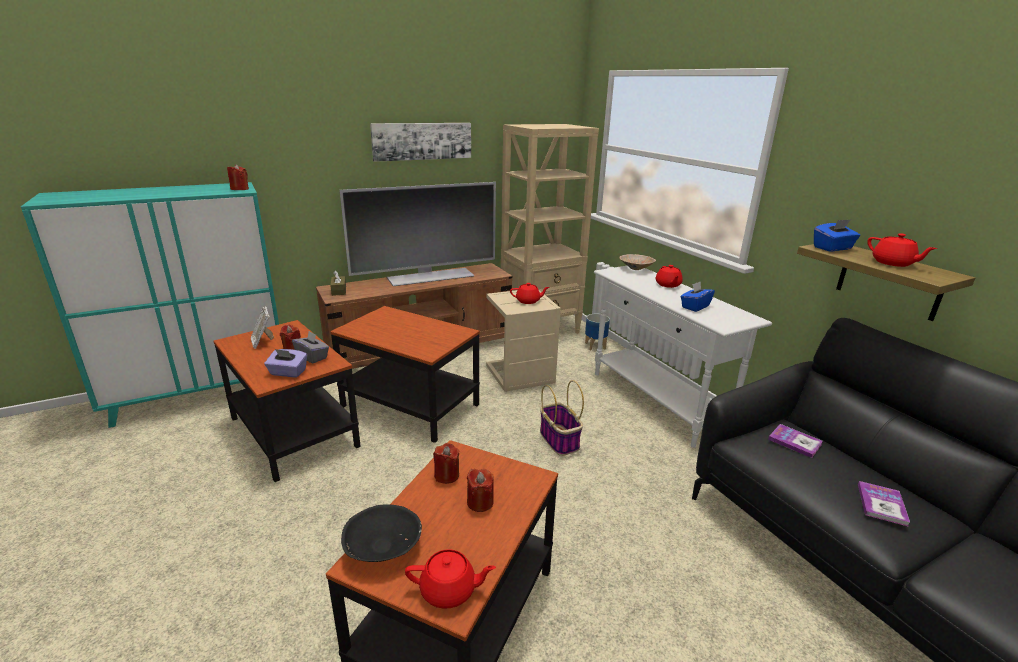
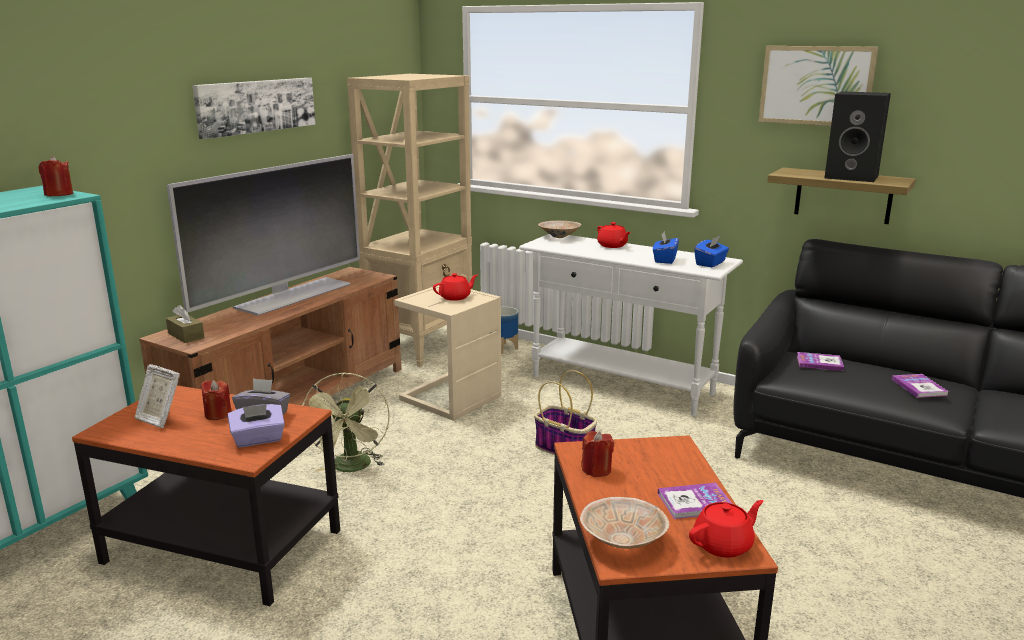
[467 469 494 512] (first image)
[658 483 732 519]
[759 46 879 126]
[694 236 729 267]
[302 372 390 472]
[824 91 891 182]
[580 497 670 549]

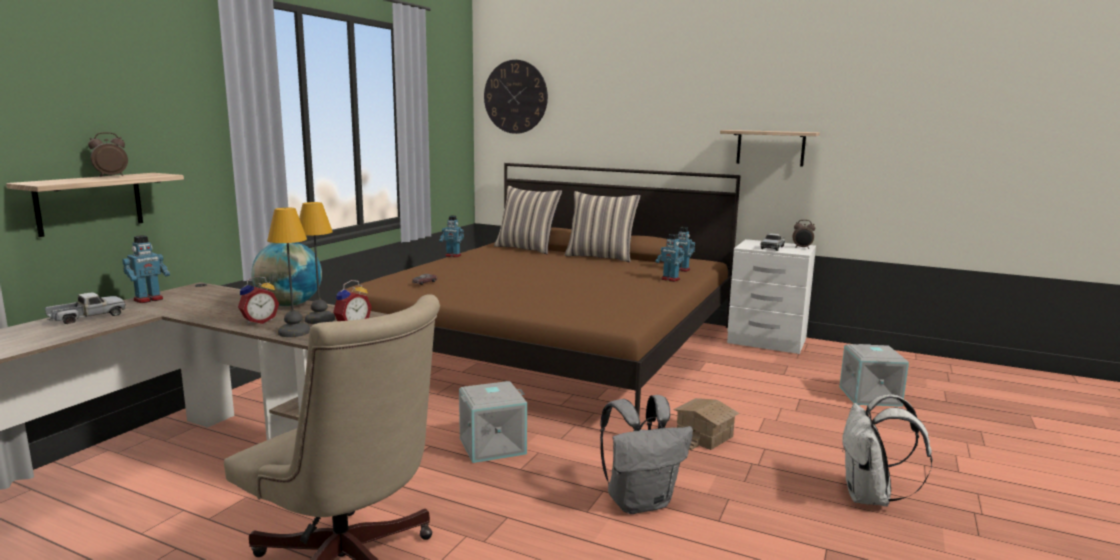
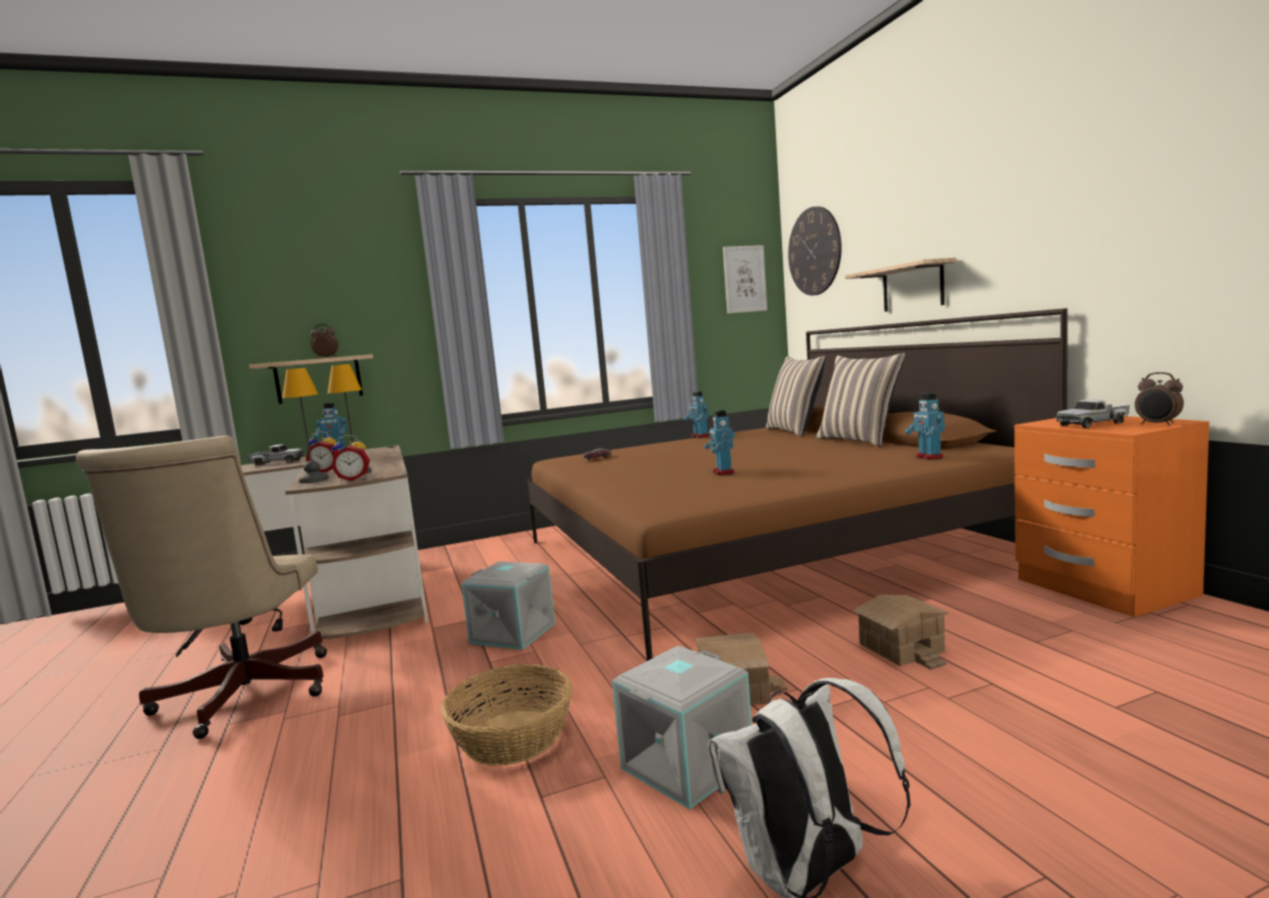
[251 242 322 306] (first image)
[723 245 767 314]
[852 595 949 670]
[704 410 735 475]
[845 258 957 312]
[612 646 752 810]
[441 664 572 766]
[1014 416 1209 617]

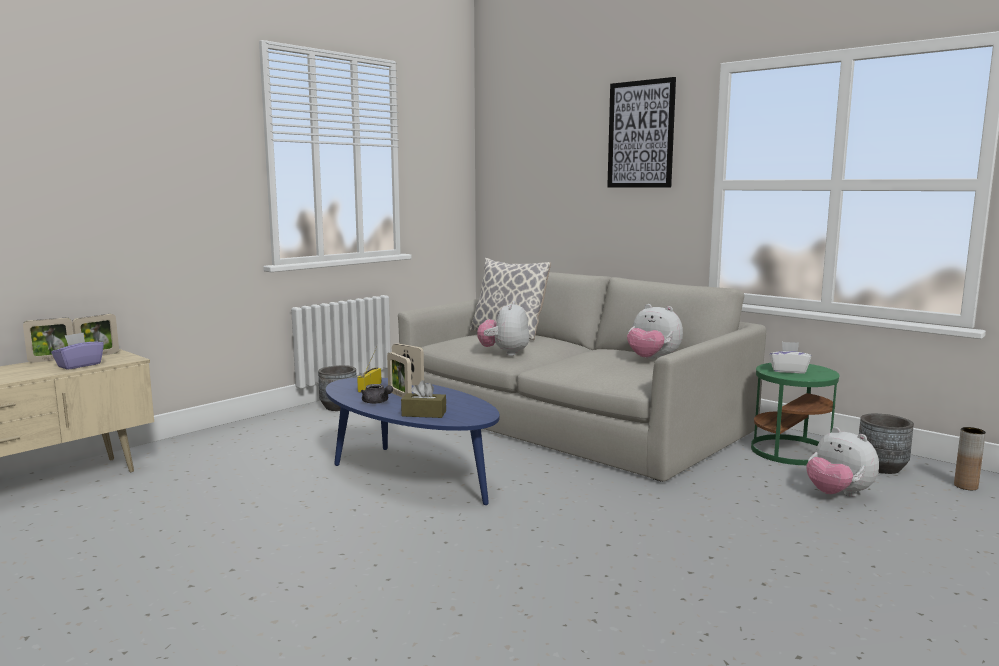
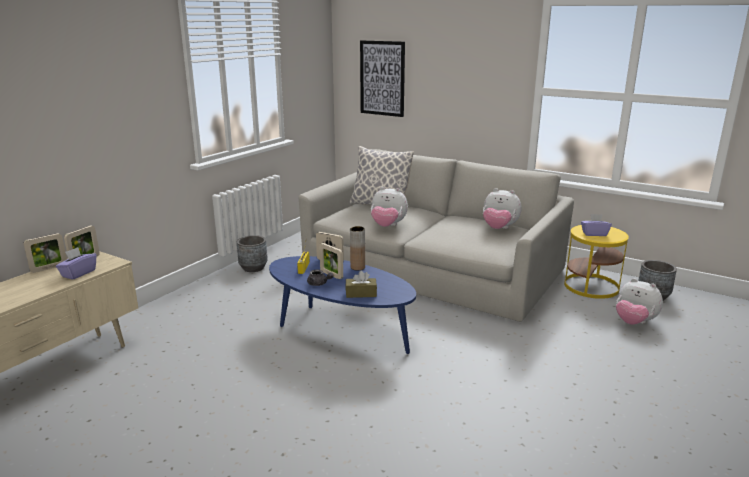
[360 40 405 117]
[350 226 365 270]
[564 225 629 299]
[581 214 612 236]
[371 187 408 227]

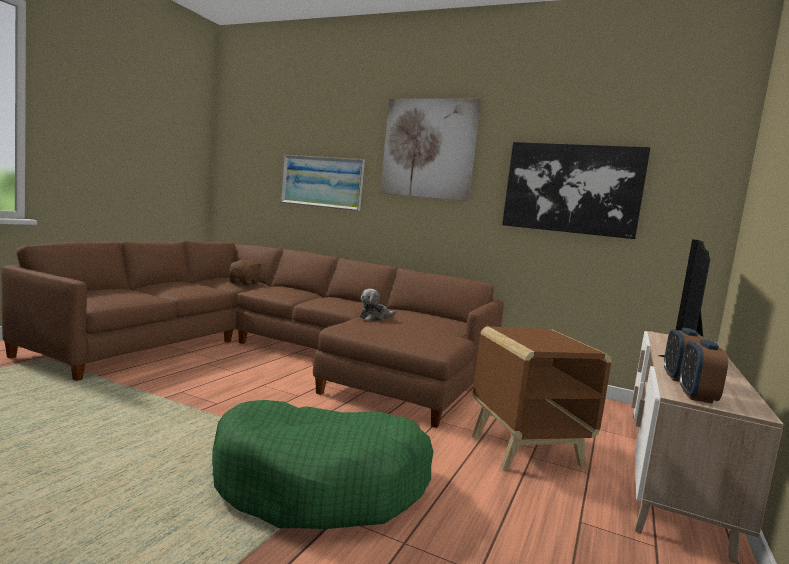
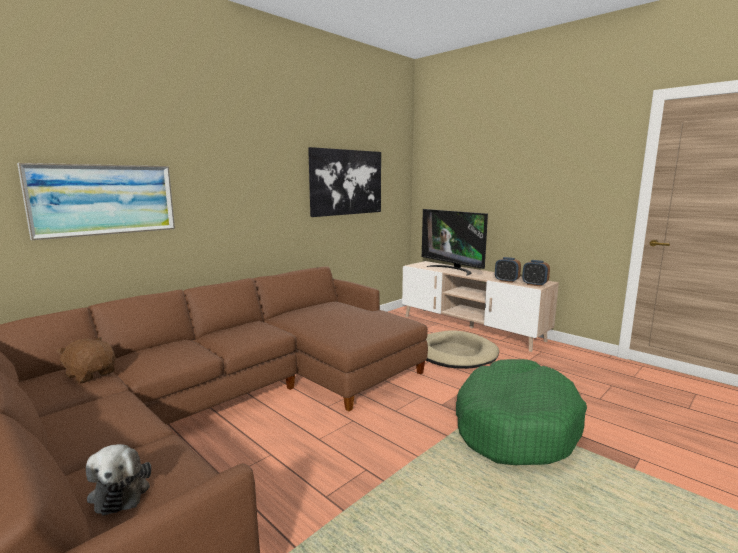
[380 99 481 201] (first image)
[86 444 151 515]
[426 330 499 369]

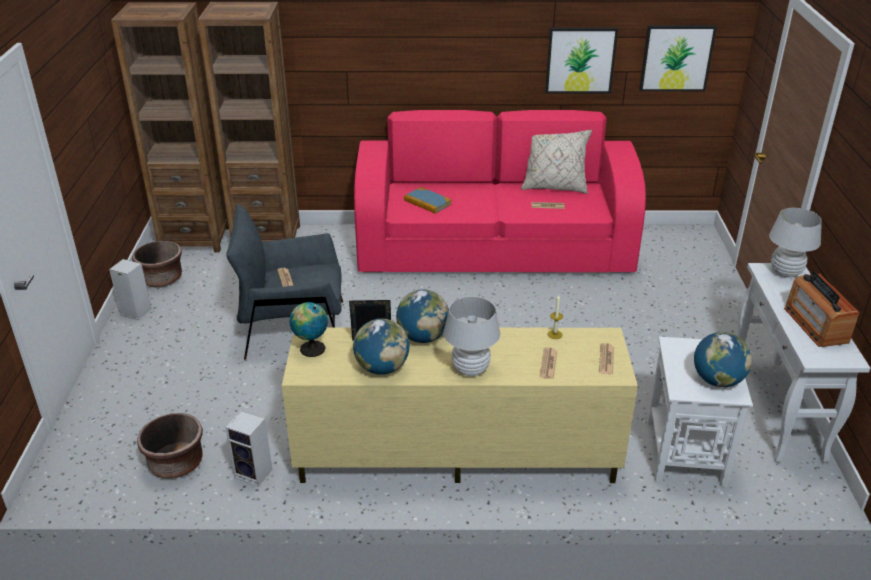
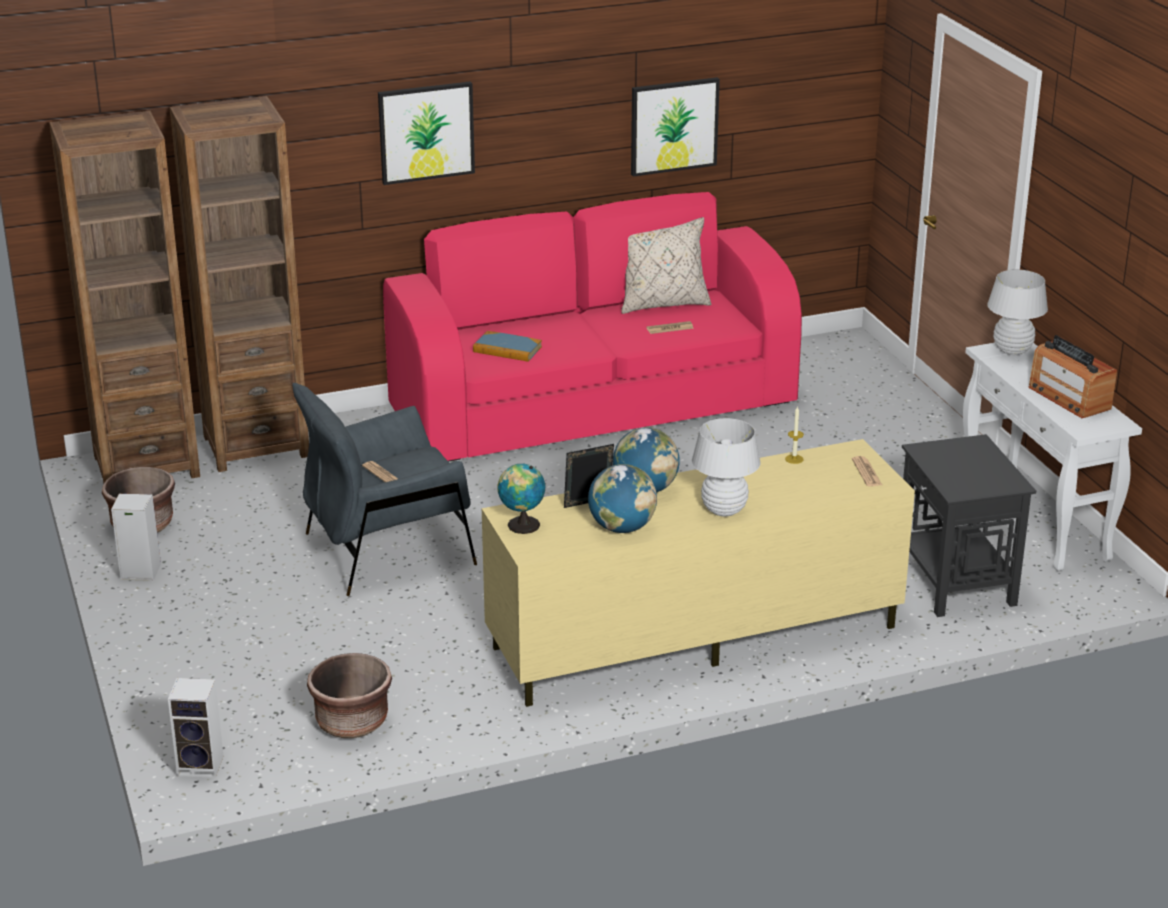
[540 347 557 379] (first image)
[694 332 752 387] (first image)
[168 678 223 778]
[378 81 475 185]
[902 434 1036 617]

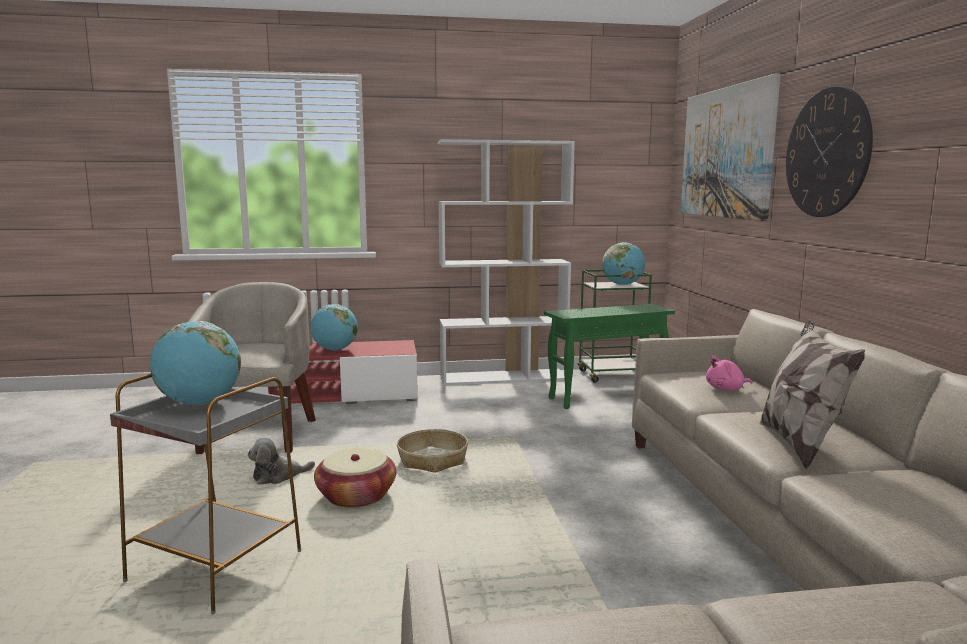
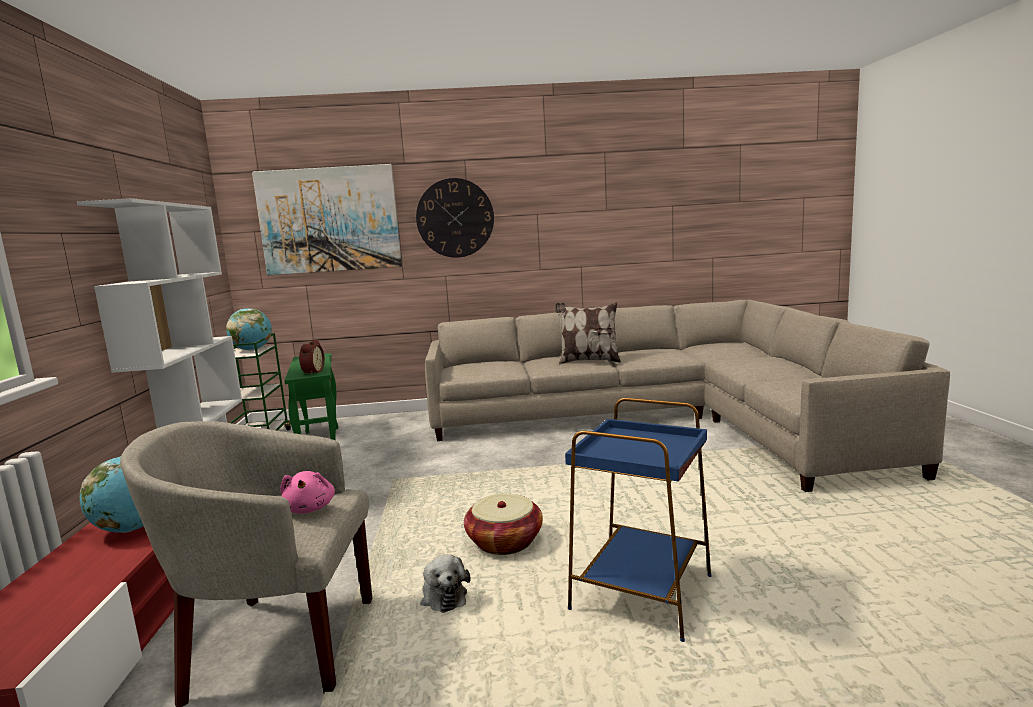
[150 321 241 405] (first image)
[397 429 468 473] (first image)
[299 340 325 375]
[280 471 335 514]
[565 398 712 642]

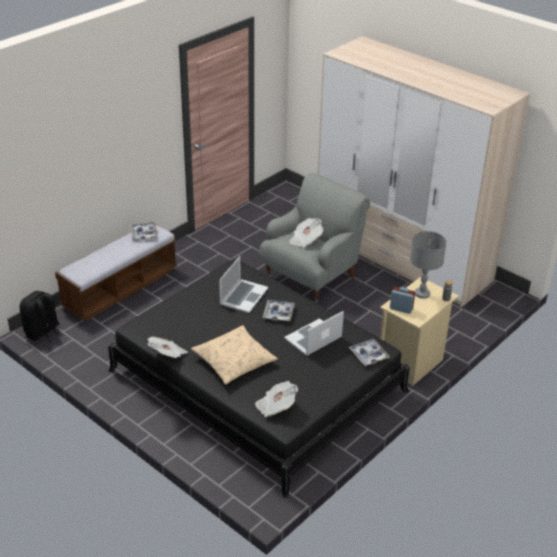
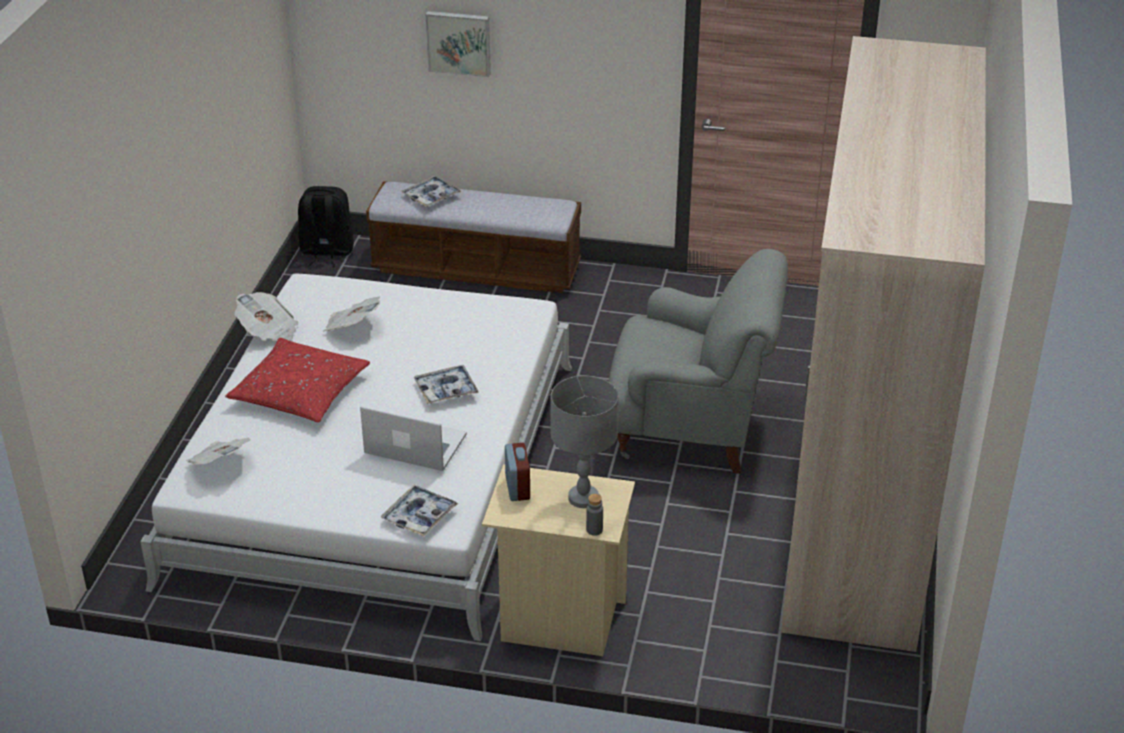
[219 256 268 313] (first image)
[426 11 491 77]
[401 176 462 207]
[323 296 381 332]
[140 274 572 641]
[225 338 370 422]

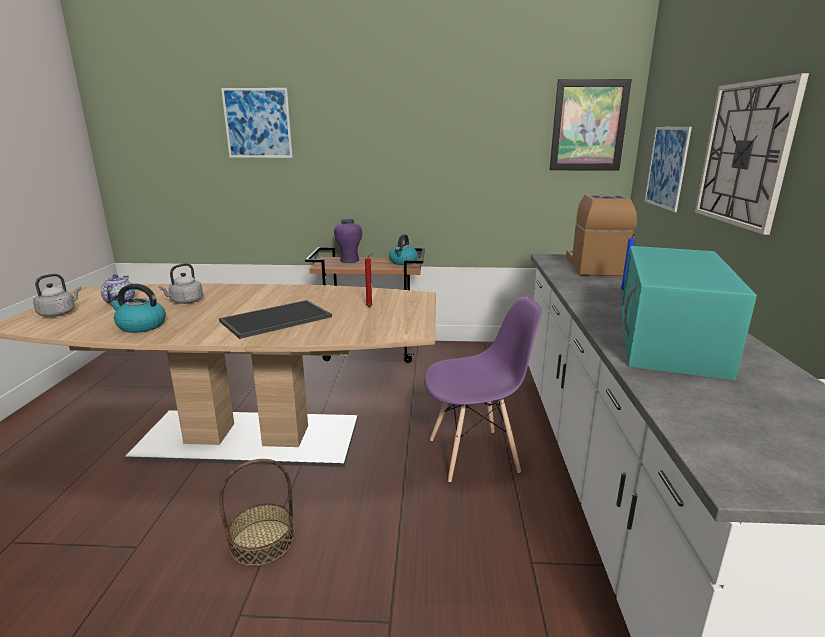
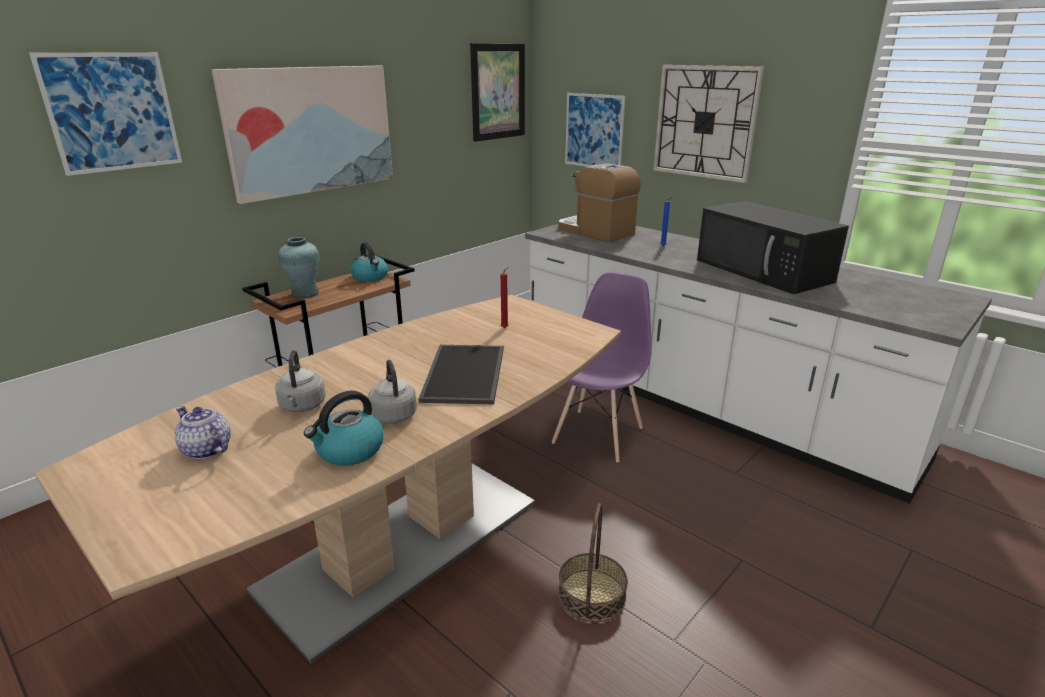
[212 66 393 204]
[368 360 417 424]
[278 237 320 298]
[697 201 849 294]

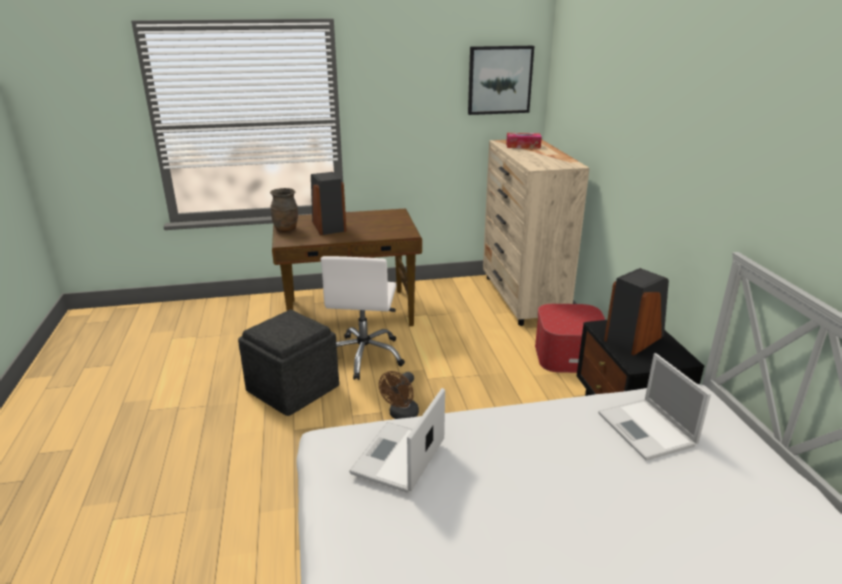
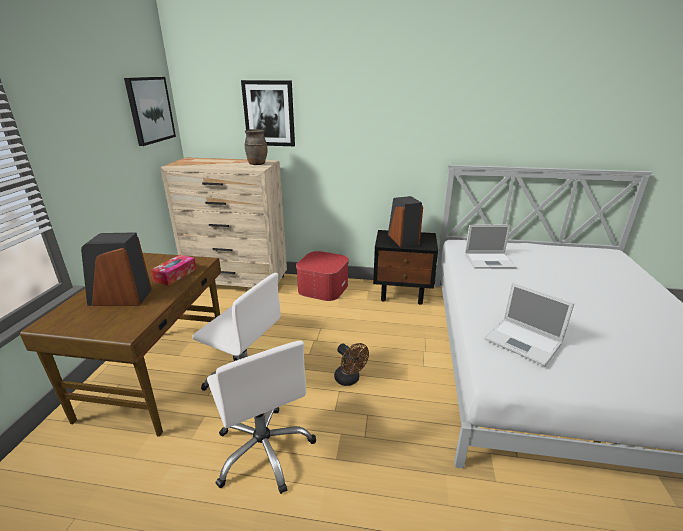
[241 80 295 146]
[244 129 268 165]
[151 255 197 286]
[207 340 316 494]

